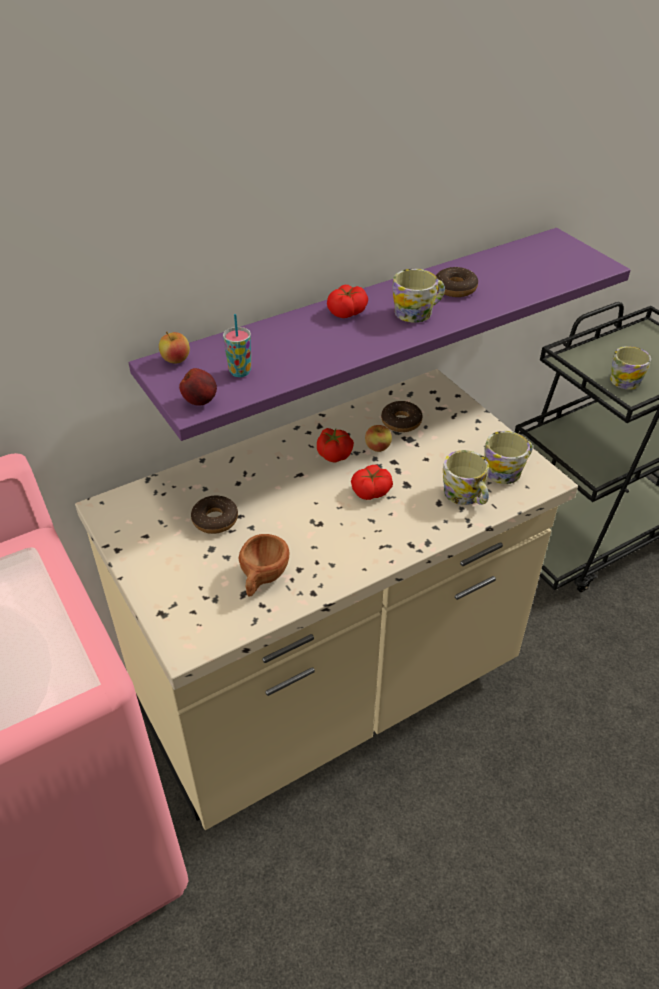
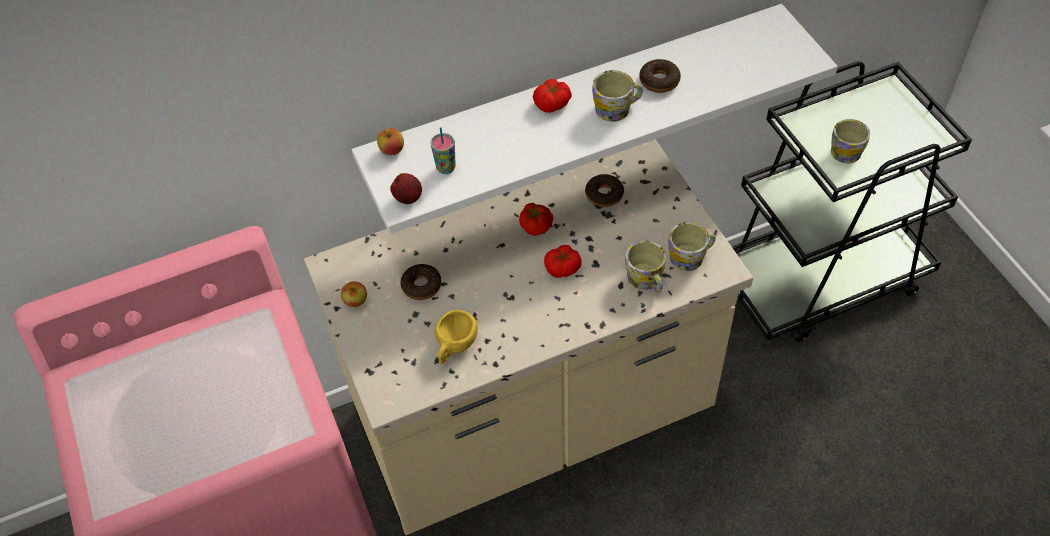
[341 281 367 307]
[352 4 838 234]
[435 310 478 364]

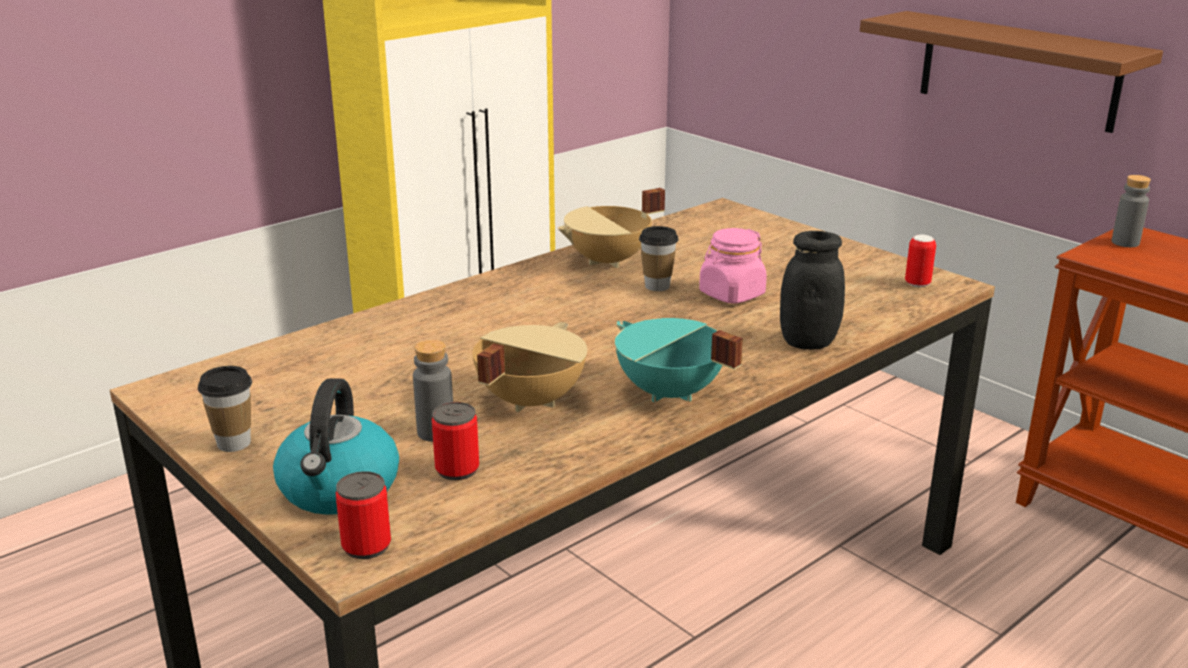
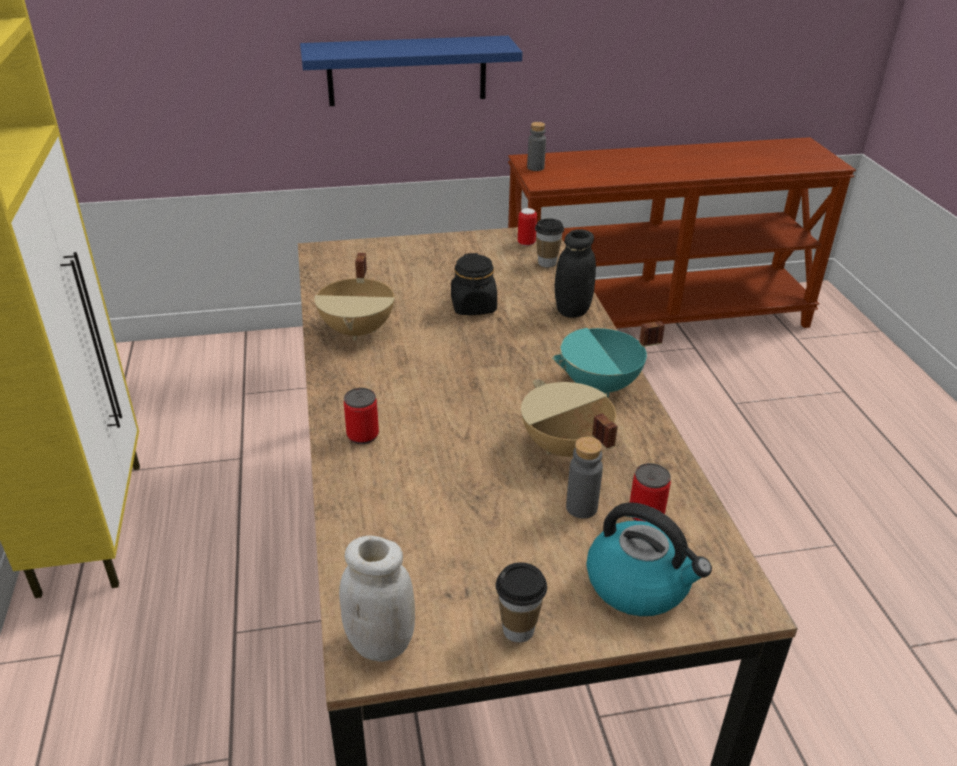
[339 535 415 662]
[344 388 379 444]
[535 218 564 267]
[451 253 497 315]
[300 36 522 106]

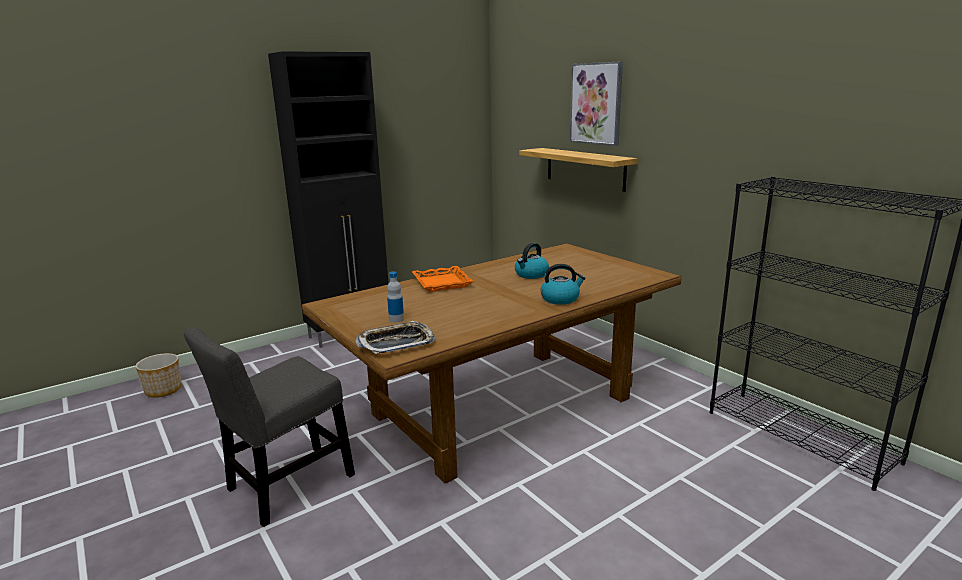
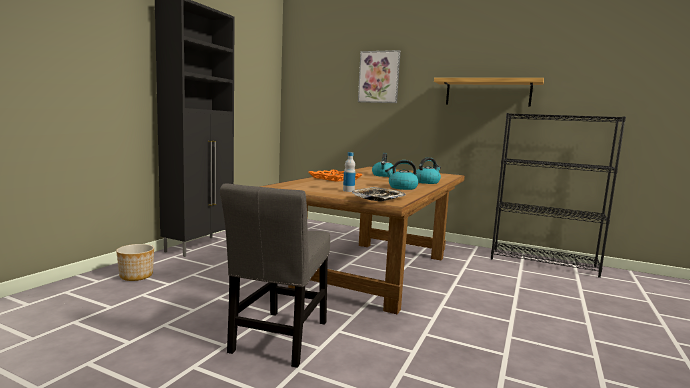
[385 160 419 190]
[116 244 154 281]
[434 78 544 107]

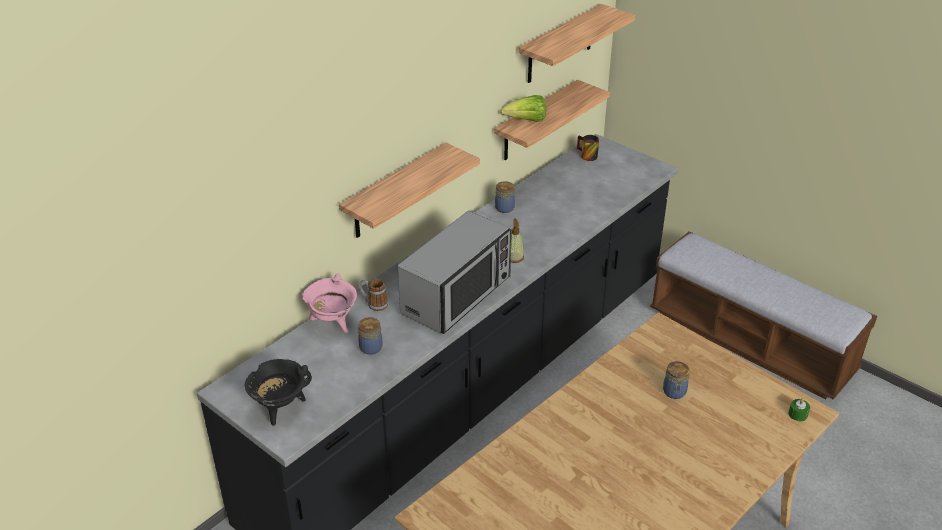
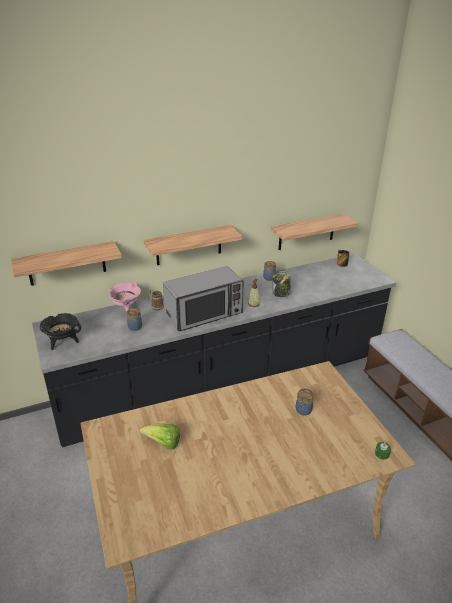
[273 271 291 297]
[139 423 180 450]
[11 241 122 286]

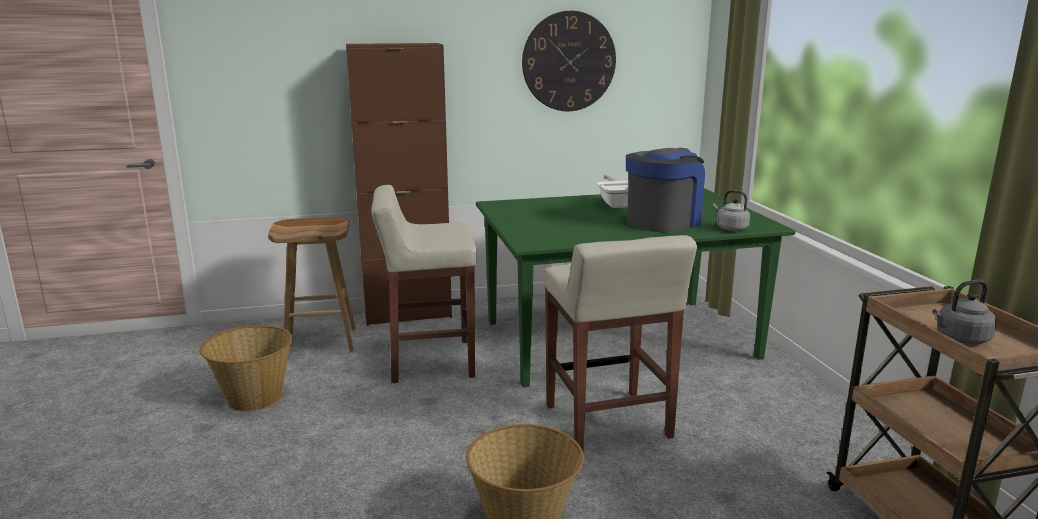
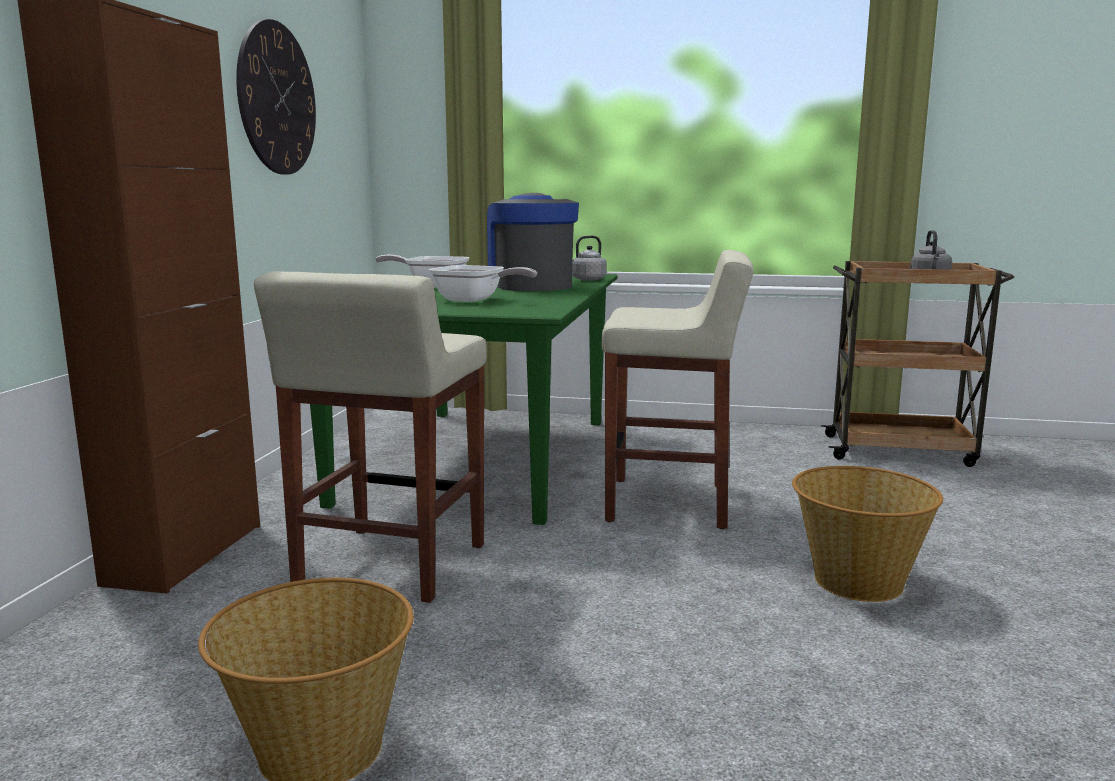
[268 217 356 352] (first image)
[429 265 537 302]

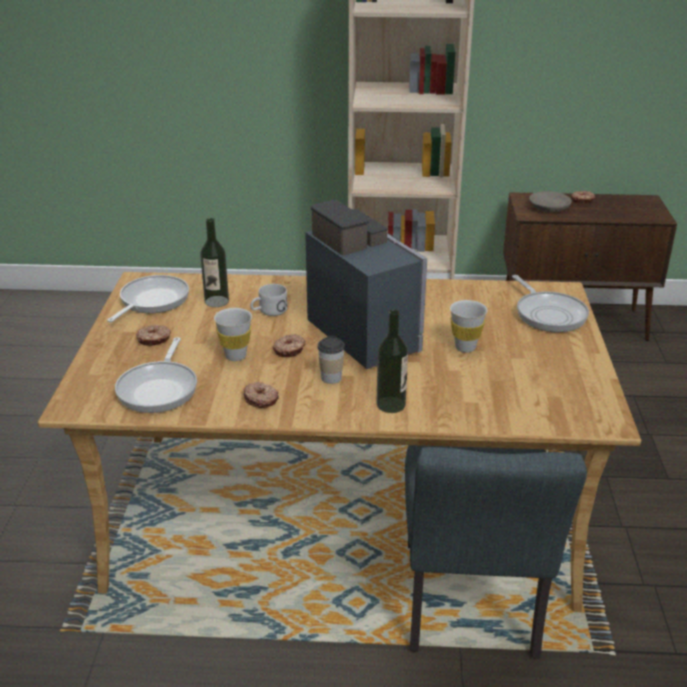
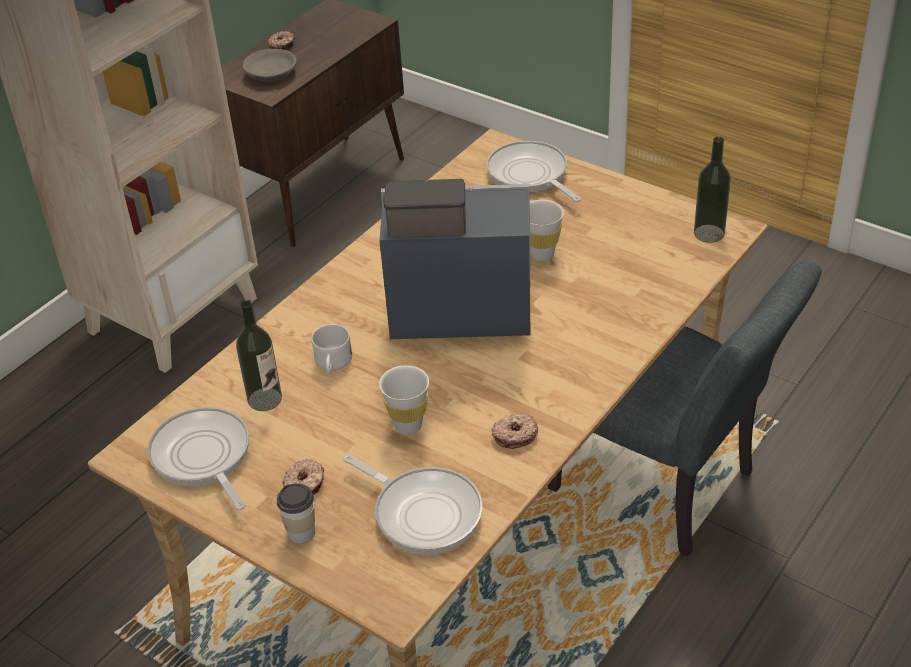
[273 334 306 357] (first image)
[277 483 315 544]
[694 137 731 243]
[486 141 582 202]

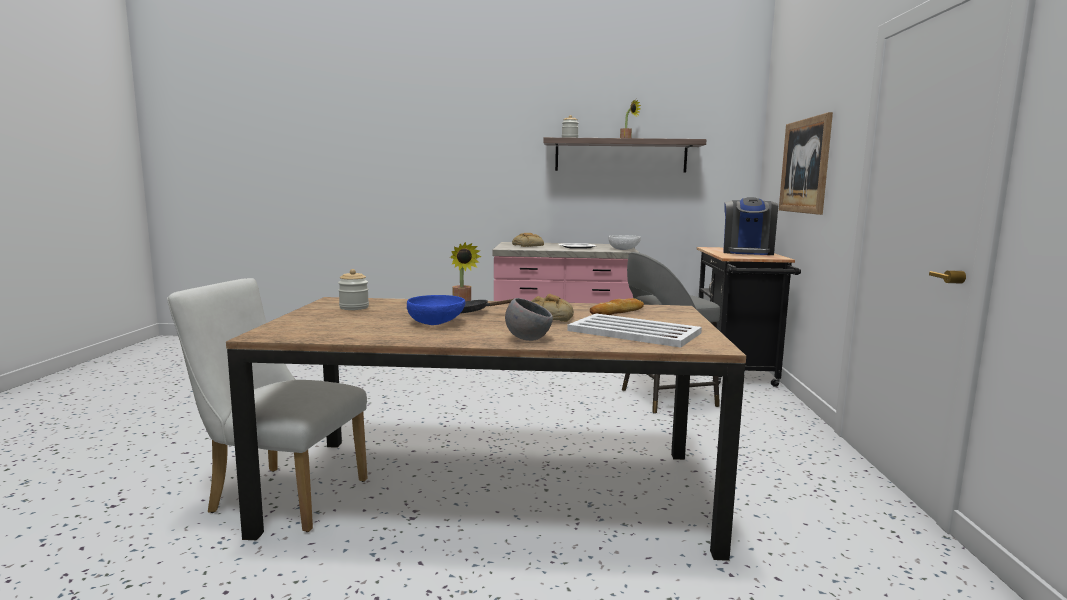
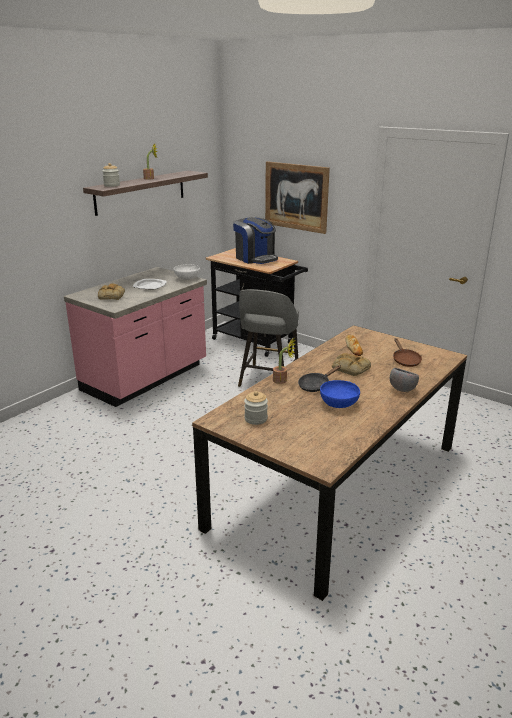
[167 278 368 532] (first image)
[393 338 422 367]

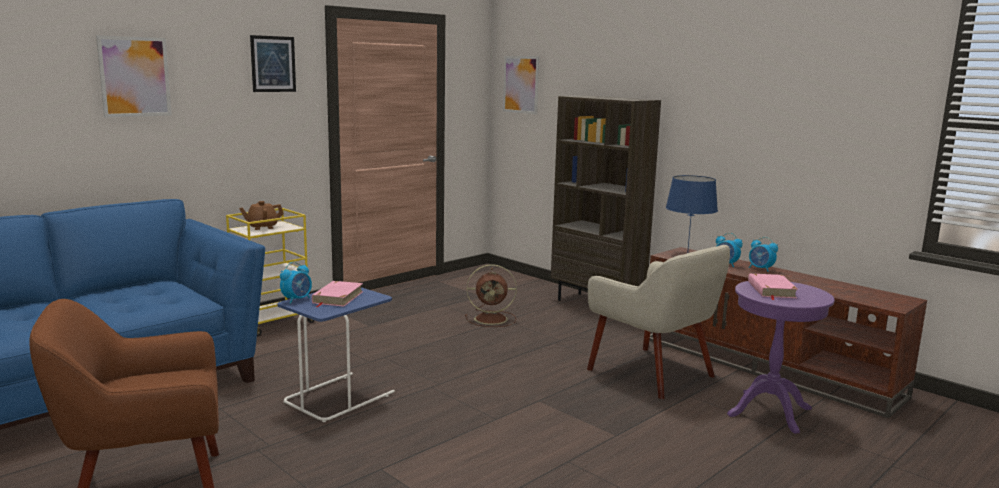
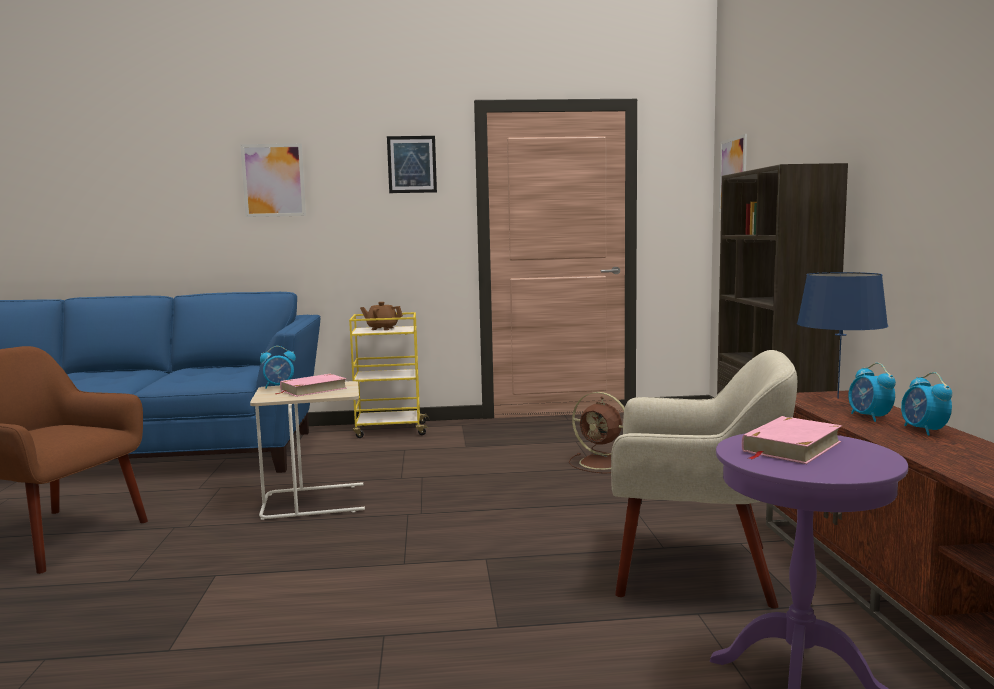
[250 381 365 520]
[611 350 797 608]

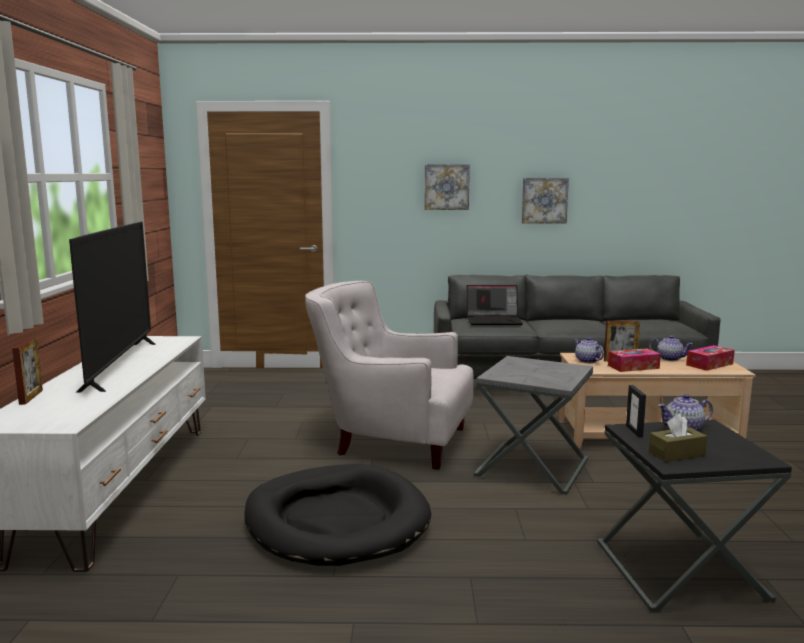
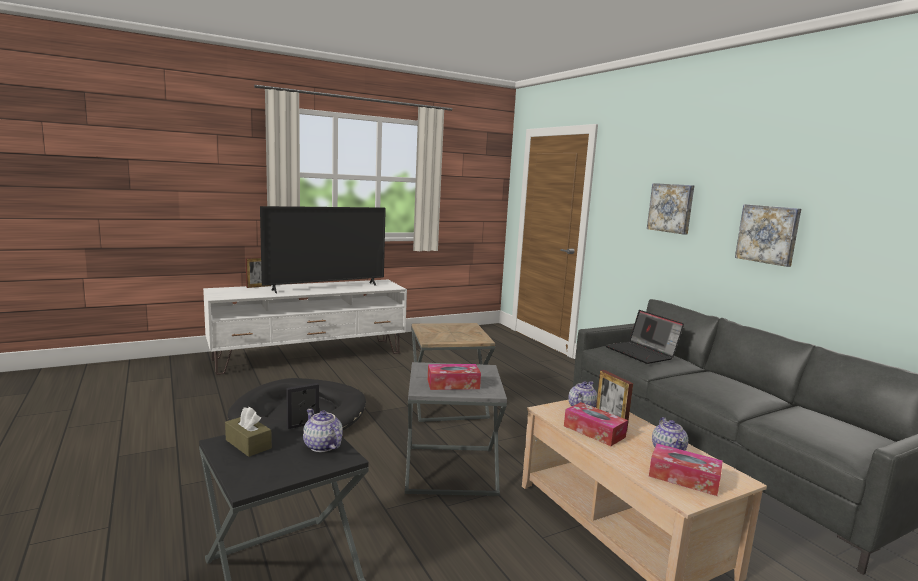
[428 364 481 390]
[411 323 495 422]

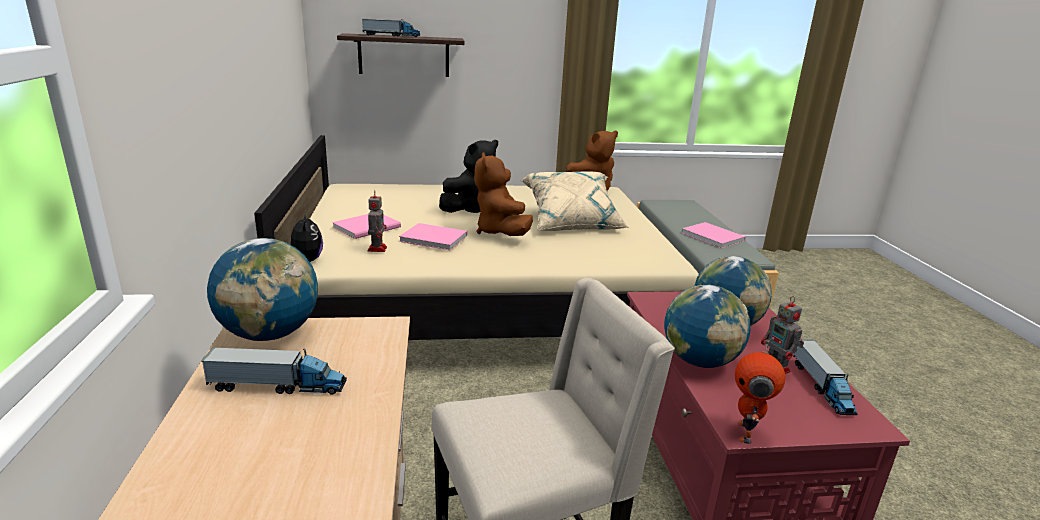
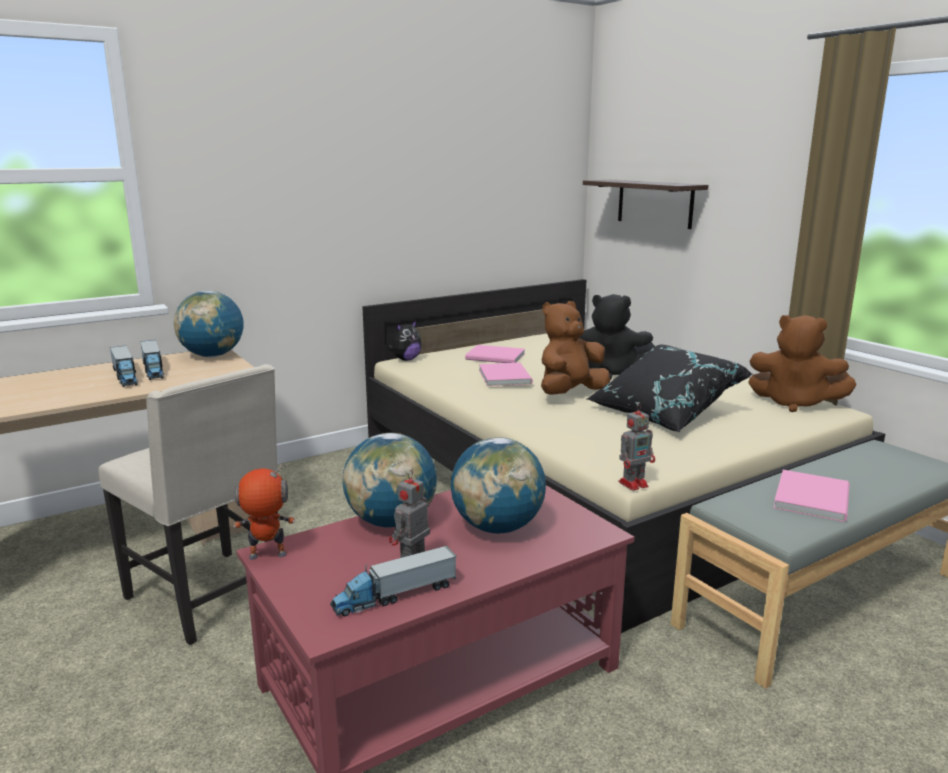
[110 346 138 387]
[619 404 655 491]
[587 345 752 432]

